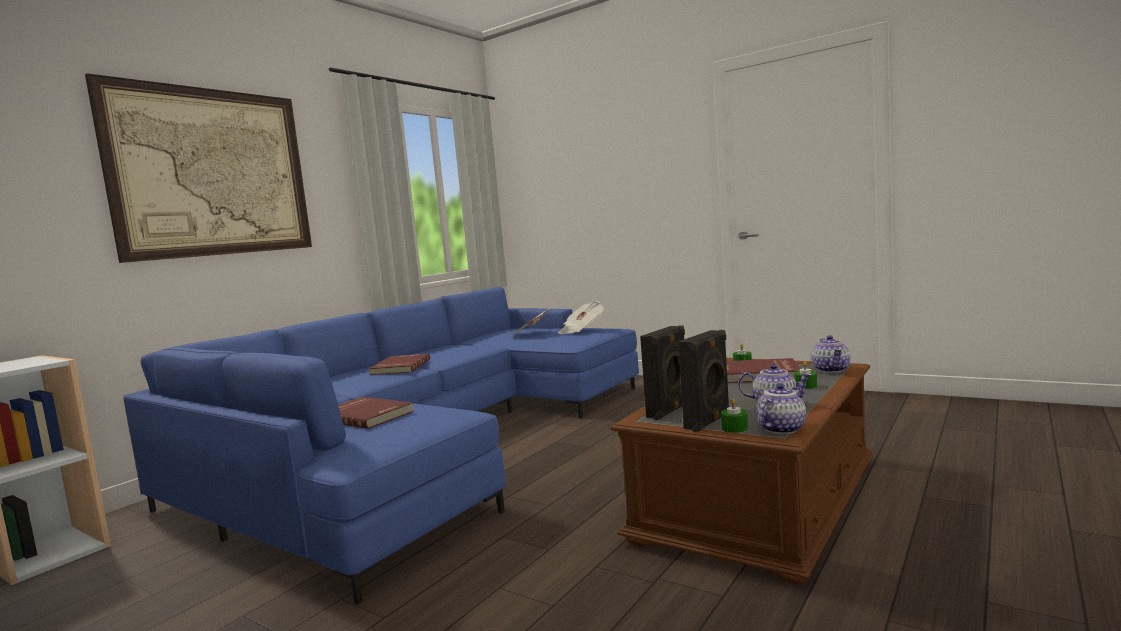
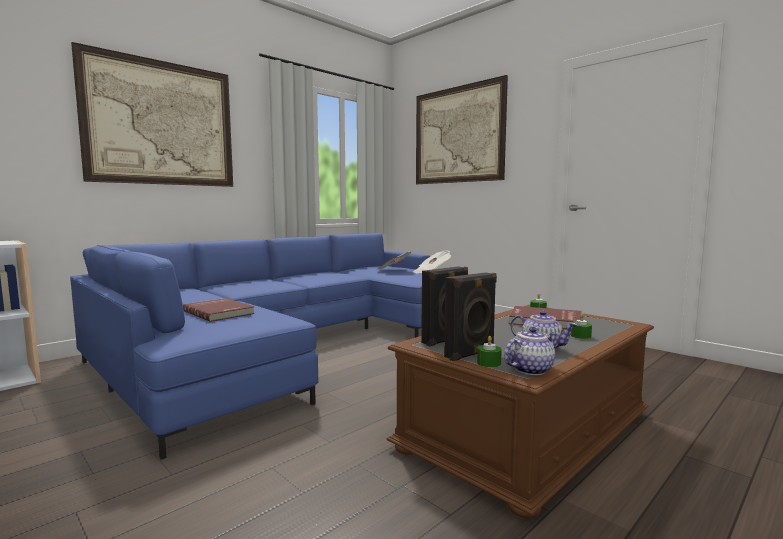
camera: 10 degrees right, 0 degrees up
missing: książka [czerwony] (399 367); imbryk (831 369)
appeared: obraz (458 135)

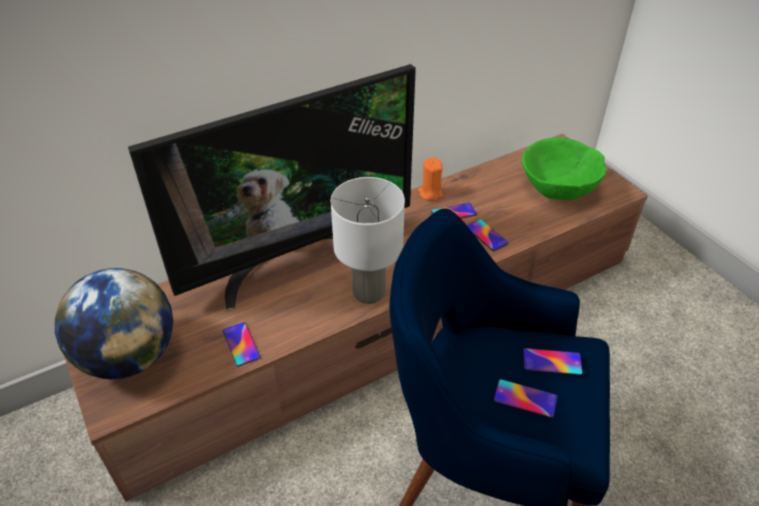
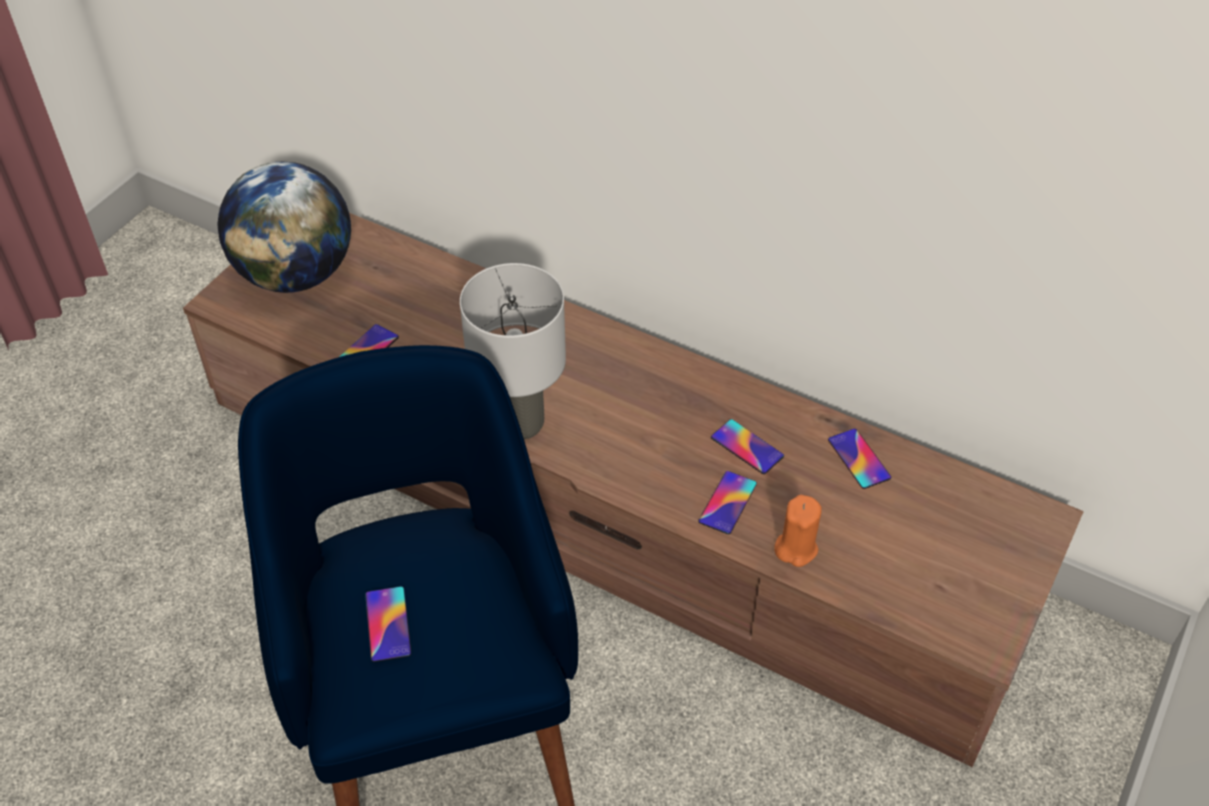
camera: 60 degrees right, 5 degrees up
missing: telewizor (296 257); miska [zielony] (558 187)
relocated: świeca [pomarańczowy] (430 193) to (796 548); telefon (552 362) to (859 459)

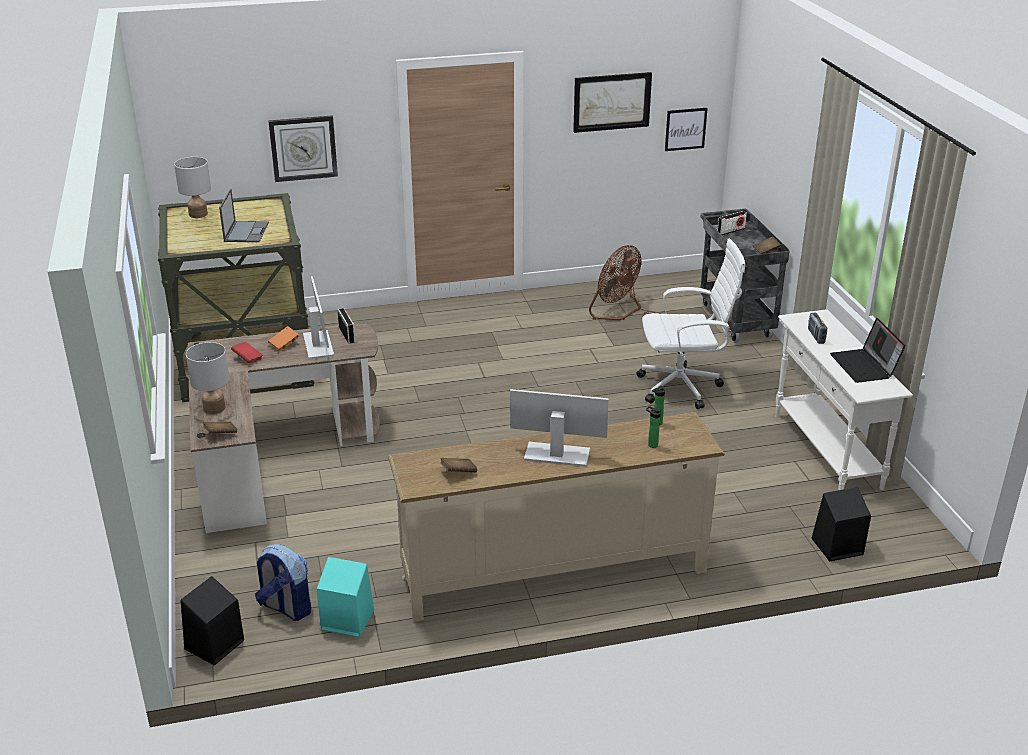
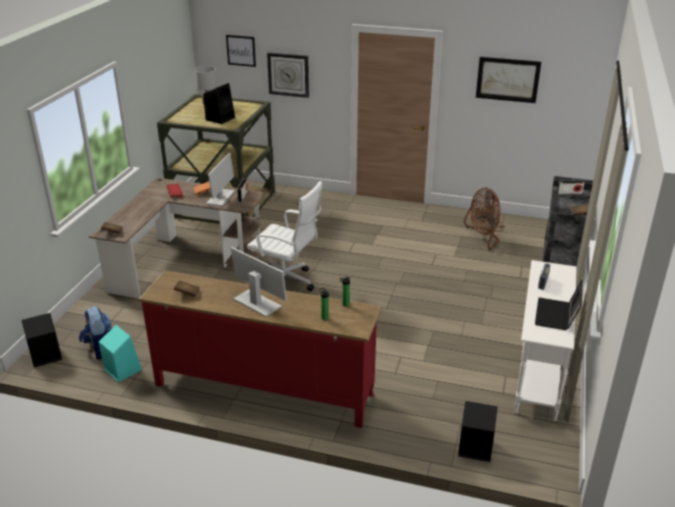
camera: 30 degrees right, 0 degrees up
missing: lampa stołowa [szary] (214 408)
relocated: obraz (685 129) to (241 50); krzesło biurowe [biały] (683 387) to (286 283)
exchanged: laptop (246 232) to głośnik [czarny] (220 118)
colour: szafka [beżowy] (553 573) to szafka [czerwony] (264 388)
spun: wentylator [brązowy] (624 311) = (485 235) 90 degrees counterclockwise

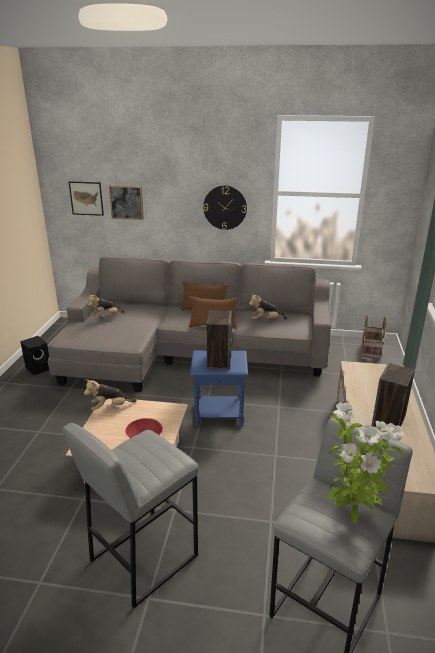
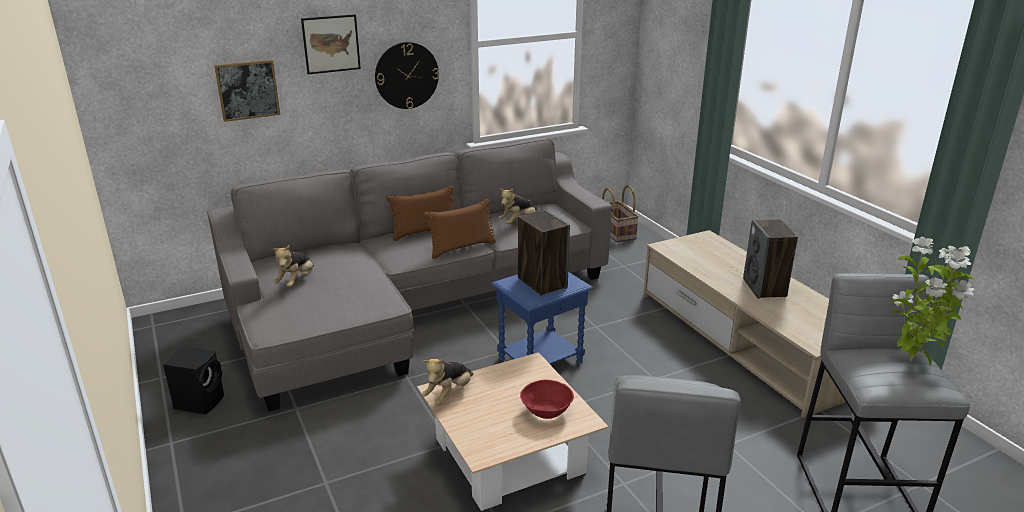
camera: 35 degrees left, 0 degrees up
relocated: obraz (86 198) to (331 44)

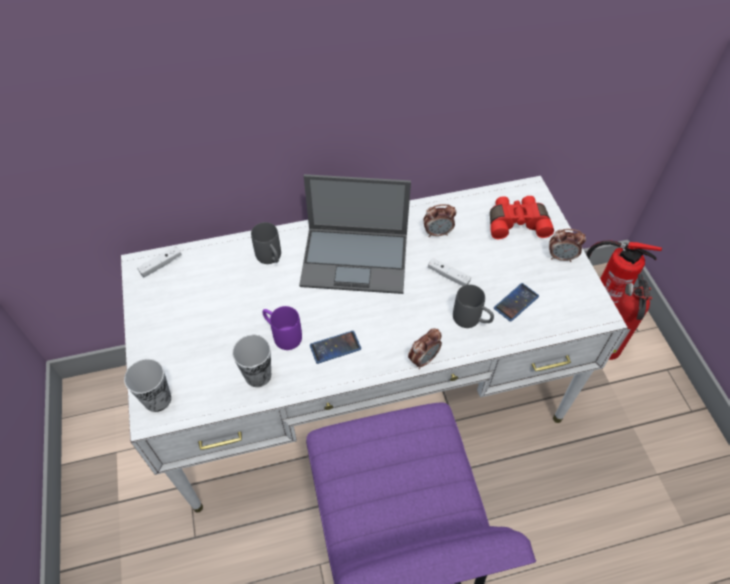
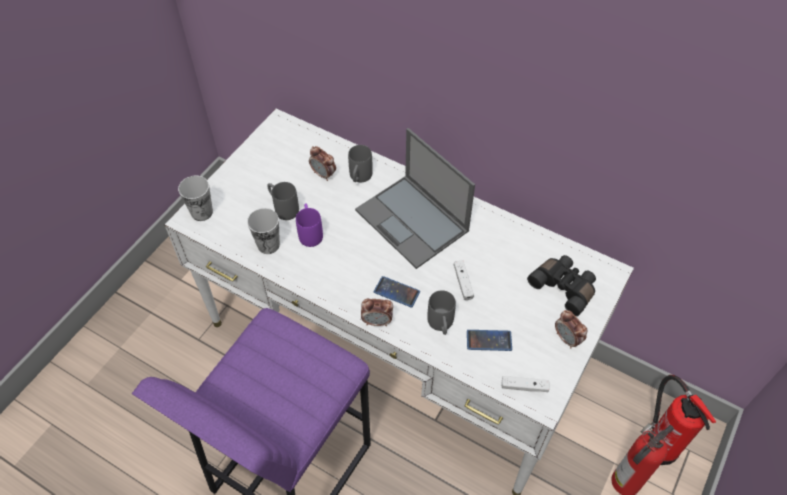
camera: 45 degrees right, 0 degrees up
appeared: kubek [szary] (283 208)
relocated: budzik (437 233) to (323 174); telefon (335 347) to (396 292); pad do gier [biały] (161 265) to (524 387)
colour: lornetka [czerwony] (516 223) to lornetka [czarny] (564 287)

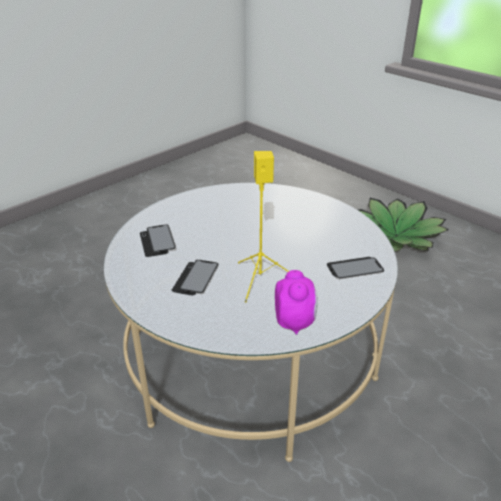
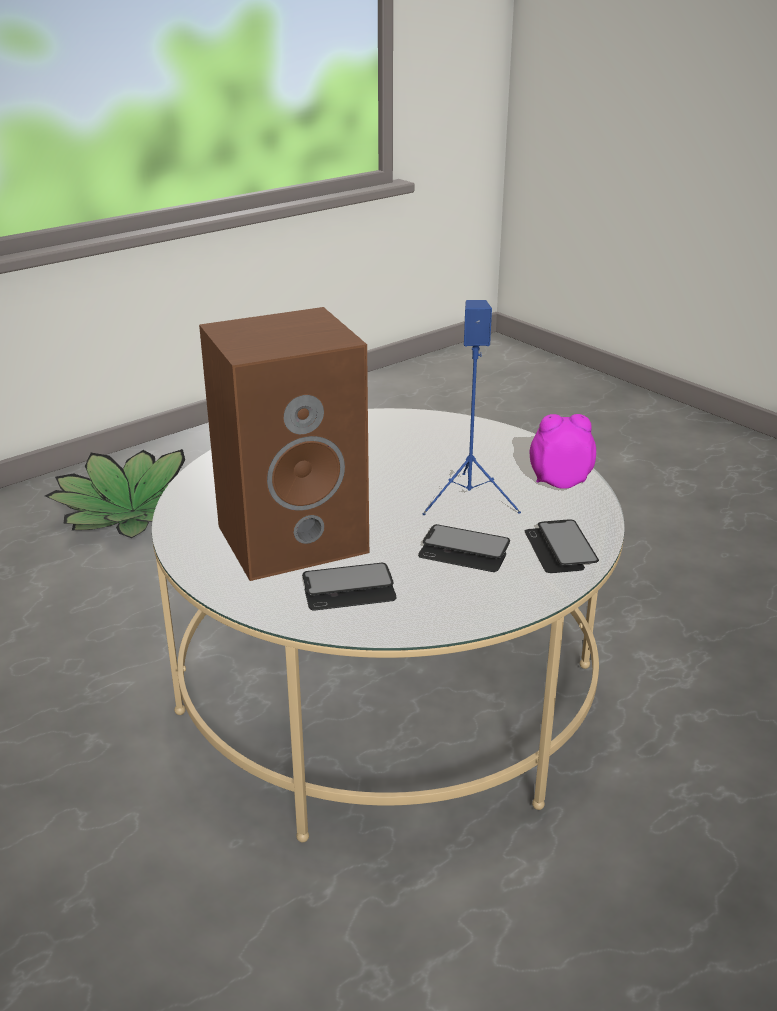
camera: 85 degrees left, 5 degrees down
appeared: głośnik [brązowy] (294 537)
relocated: telefon (354 269) to (560 549)
colour: głośnik [żółty] (260 280) to głośnik [niebieski] (470 499)

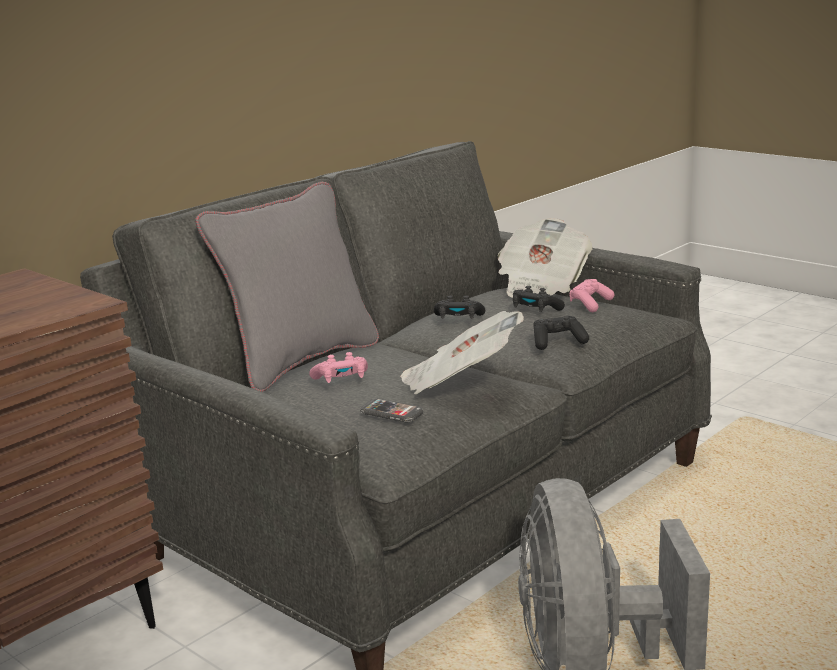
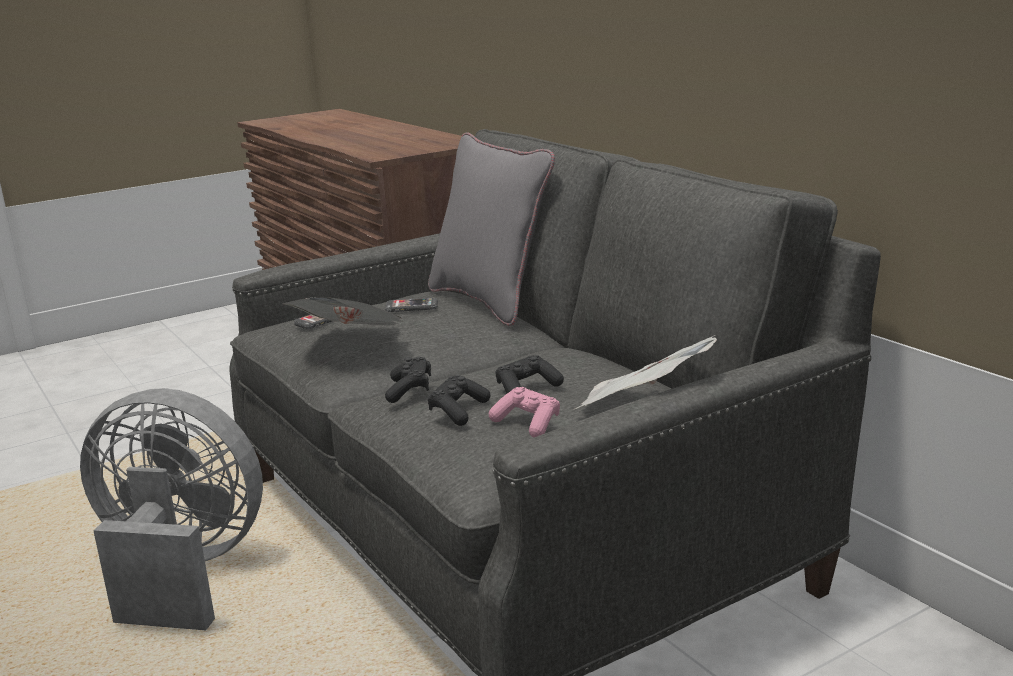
camera: 105 degrees right, 0 degrees up
relocated: pad do gier [czarny] (458 319) to (458 411)
exchanged: pad do gier [różowy] (341 380) to telefon (411 307)

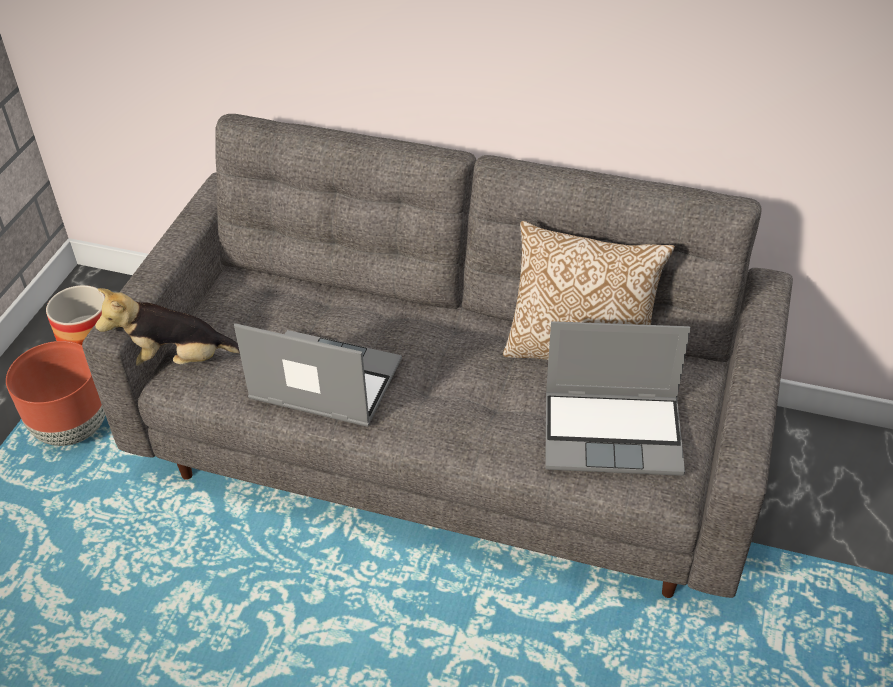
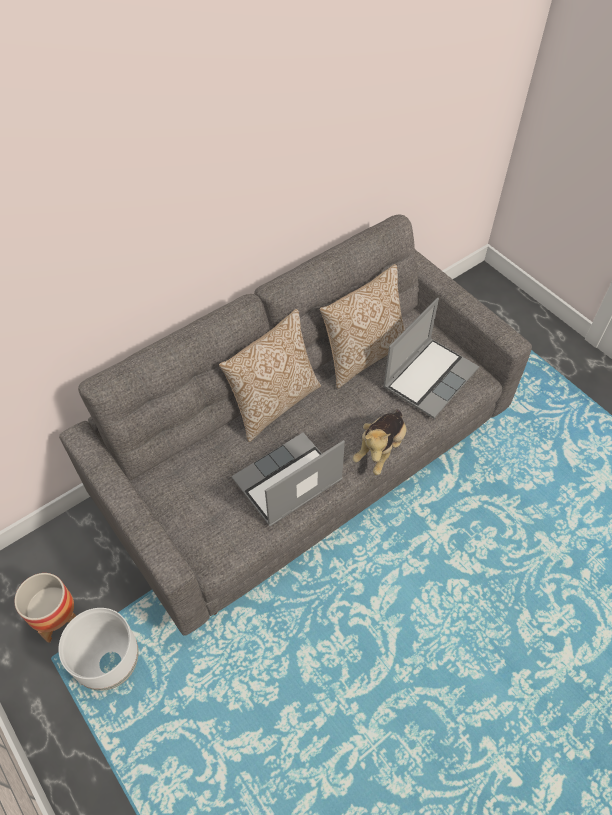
camera: 55 degrees left, 10 degrees up
appeared: poduszka (274 403)
relocated: pluszak (179 361) to (380 449)
colour: donica [brązowy] (72 428) to donica [biały] (110 663)

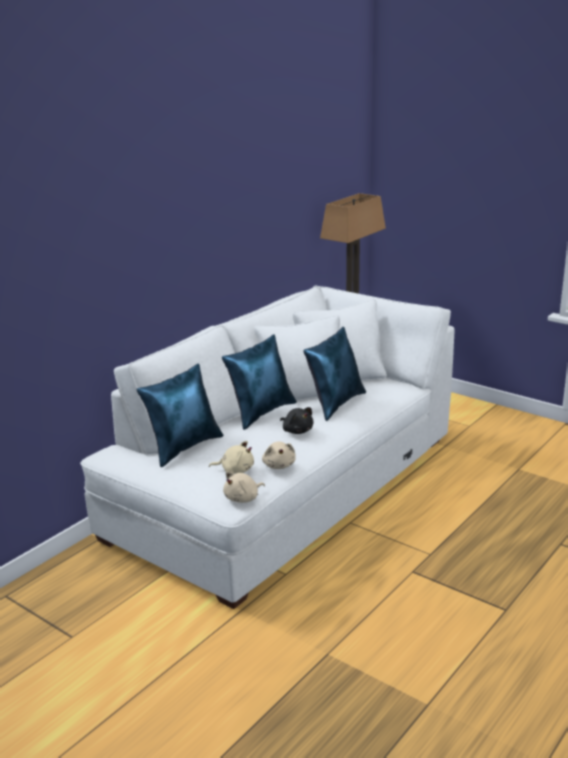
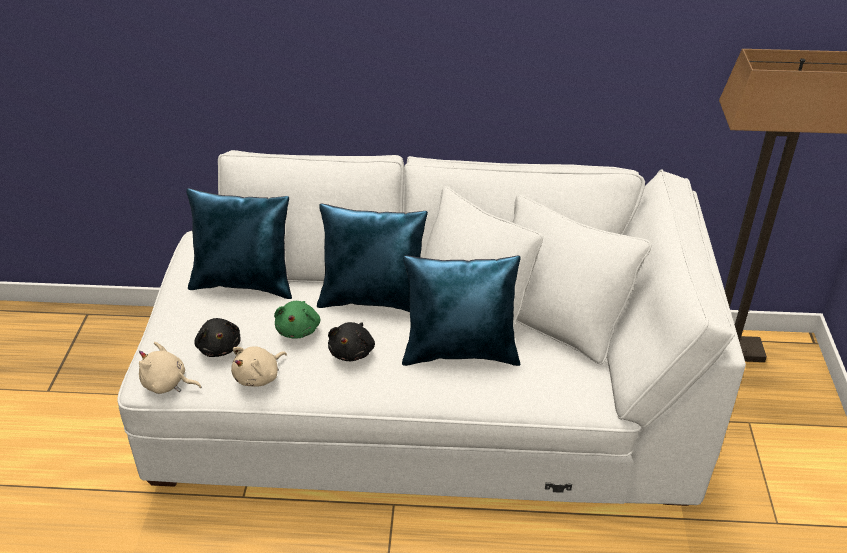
camera: 55 degrees right, 15 degrees up
appeared: pluszak [zielony] (299 329)
colour: pluszak [beżowy] (235 470) to pluszak [czarny] (219 347)

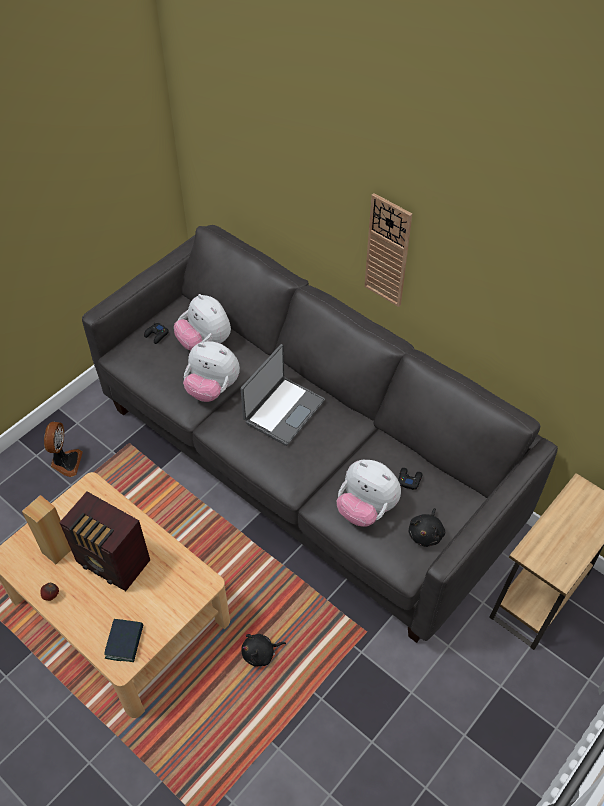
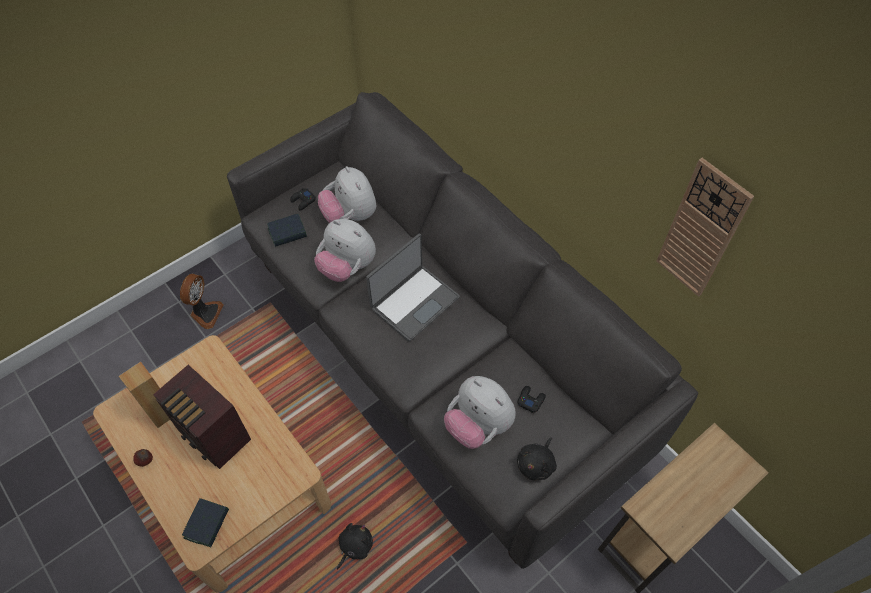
camera: 10 degrees right, 5 degrees up
appeared: książka (287 233)
relocated: zegar ścienny (388 251) to (701 230)
spun: pluszak [czarny] (260 653) = (354 546) 135 degrees clockwise

